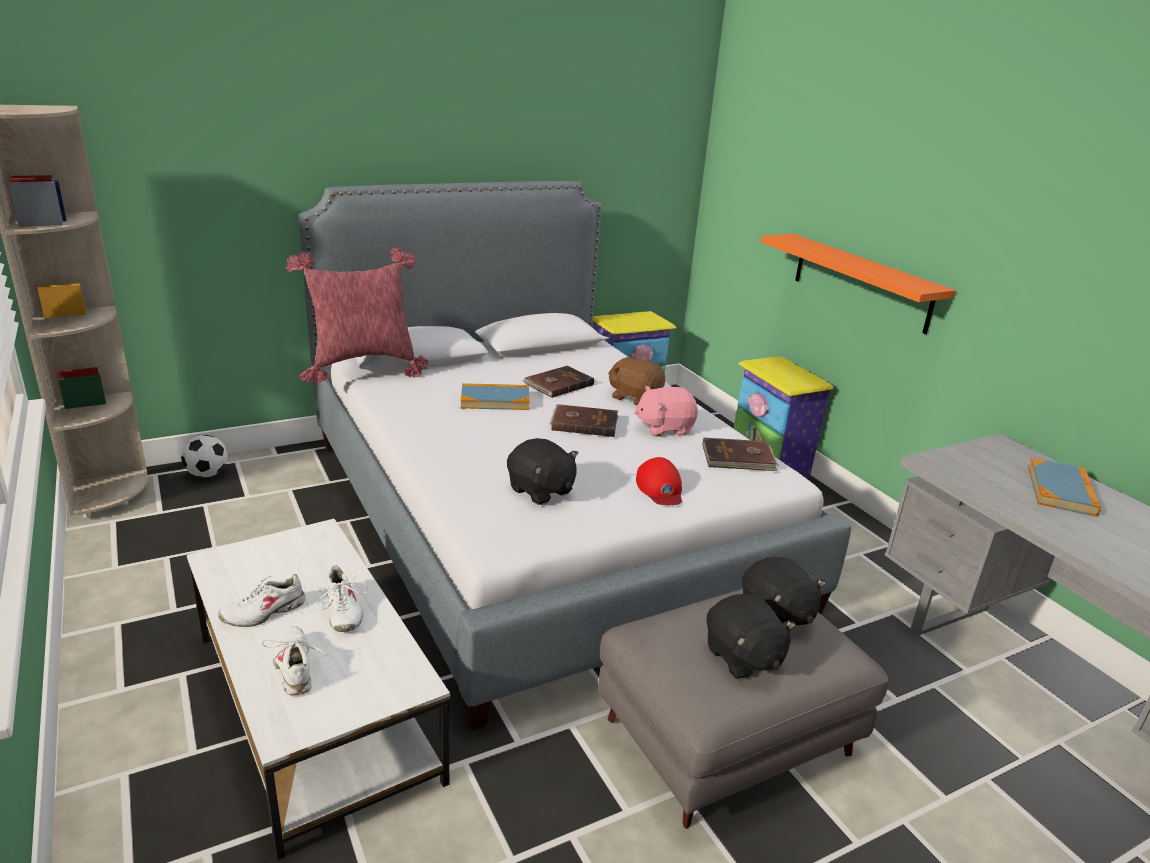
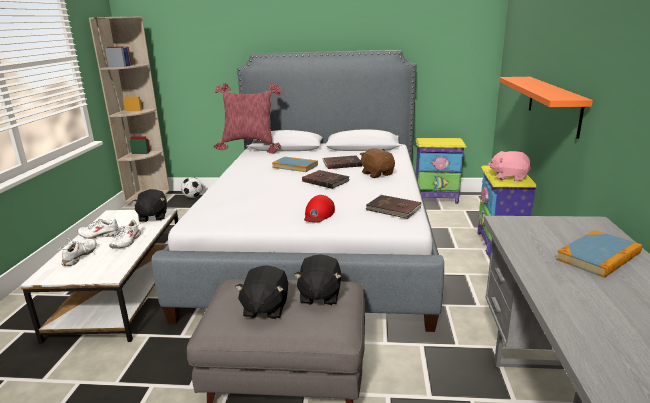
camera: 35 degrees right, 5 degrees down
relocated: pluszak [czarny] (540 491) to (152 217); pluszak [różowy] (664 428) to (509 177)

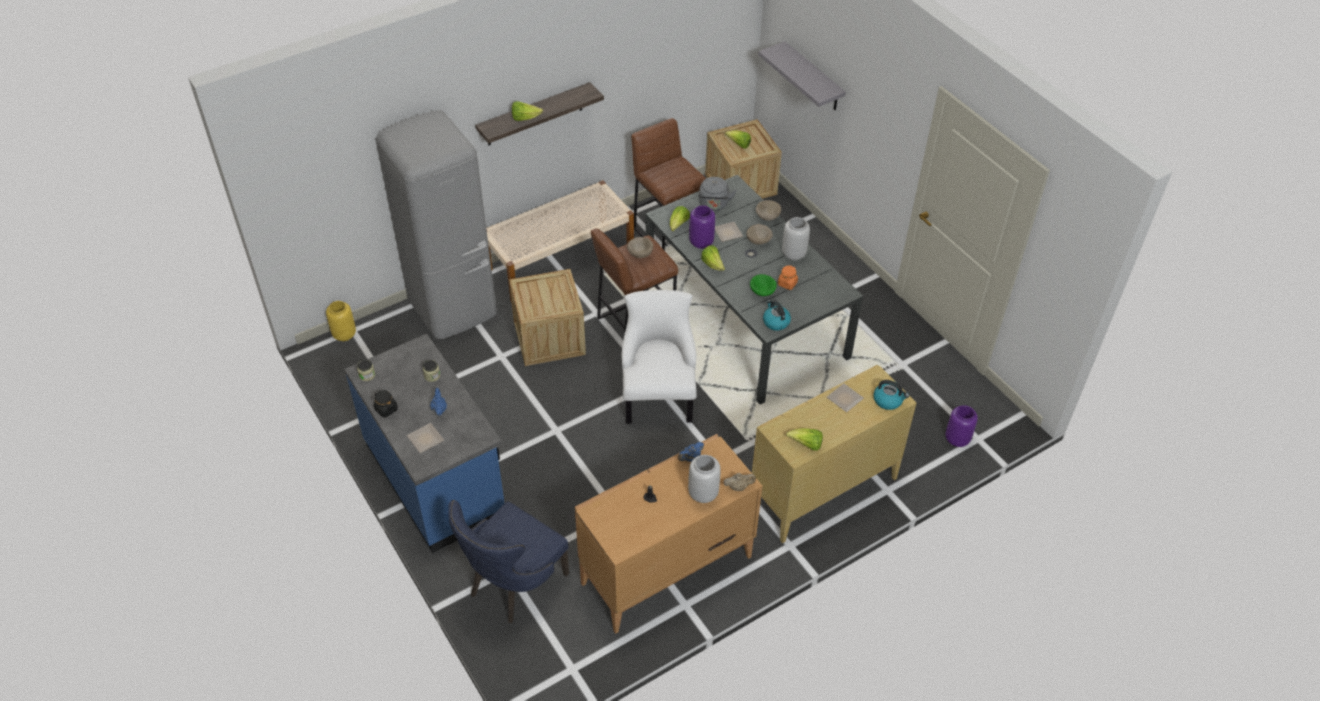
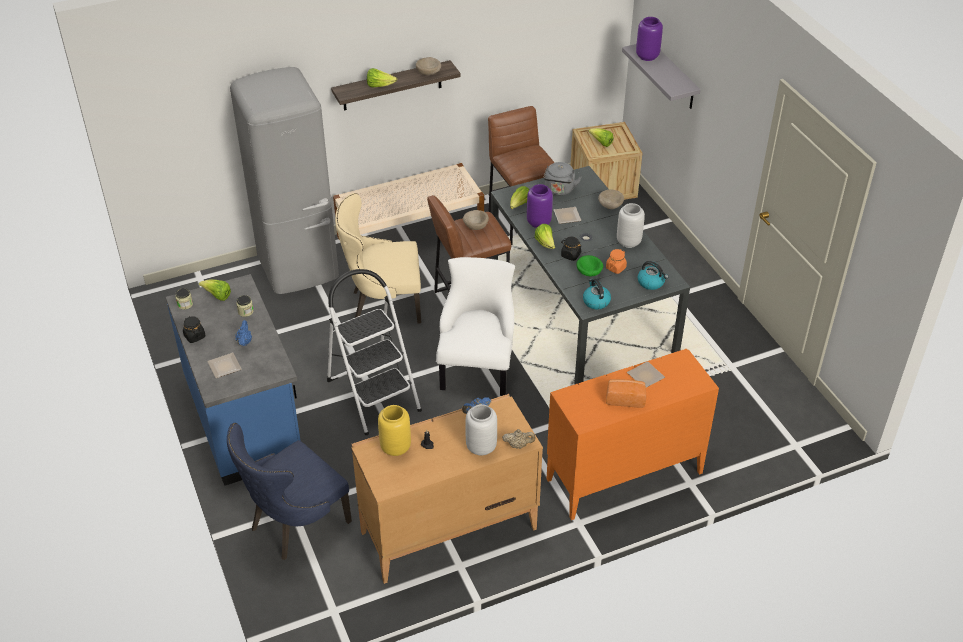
camera: 10 degrees right, 5 degrees down
appeared: drabinka (373 394); słoik [czarny] (570 255); chleb (625 399)
relocated: sałata (806 445) to (217 296); wazon [żółty] (345 335) to (396 448); miska [beżowy] (759 241) to (429 73); wazon [fioletowy] (956 439) to (646 56); czajnik (888 400) to (651 282)
exchanged: skrzynka (549 338) to krzesło [beżowy] (383 304)
colour: komoda [beżowy] (821 490) to komoda [pomarańczowy] (622 475)

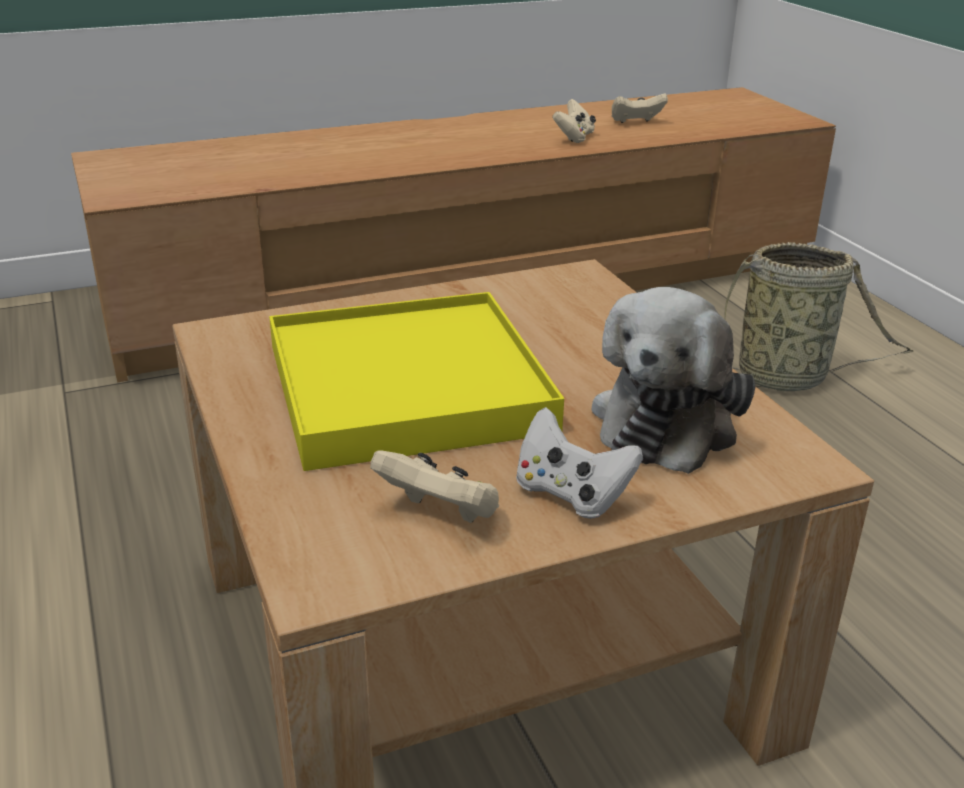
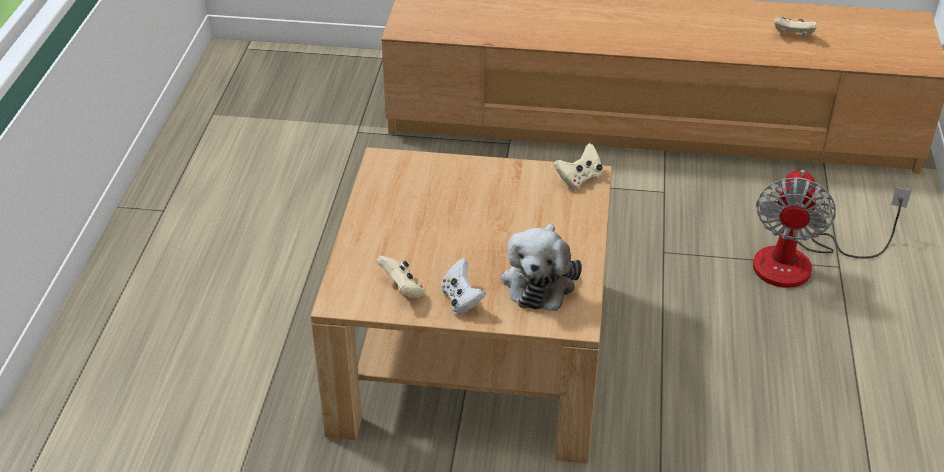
camera: 30 degrees right, 10 degrees up
missing: taca [żółty] (408 388)
relocated: pad do gier [beżowy] (574 138) to (579 179)
exchanged: koszyk (787 378) to wentylator (801 262)
spun: pluszak (668 421) = (539 280) 45 degrees counterclockwise

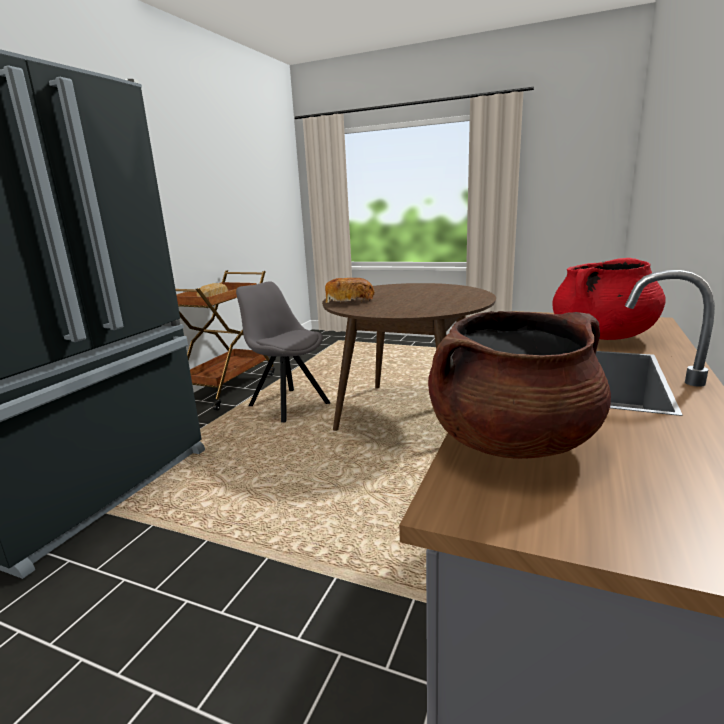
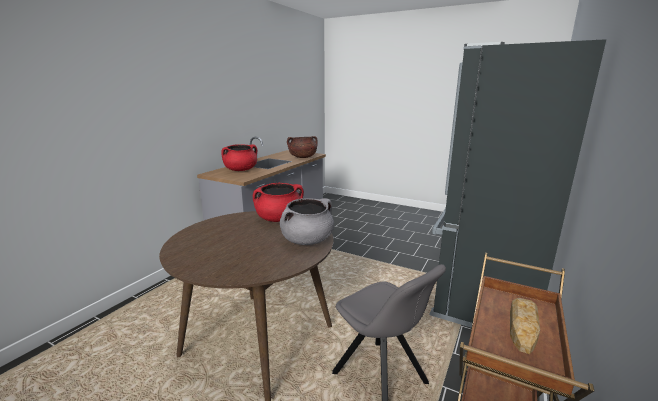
camera: 175 degrees left, 0 degrees up
appeared: garnek [czerwony] (279 219)
exchanged: chleb (348 300) to garnek [szary] (307 240)

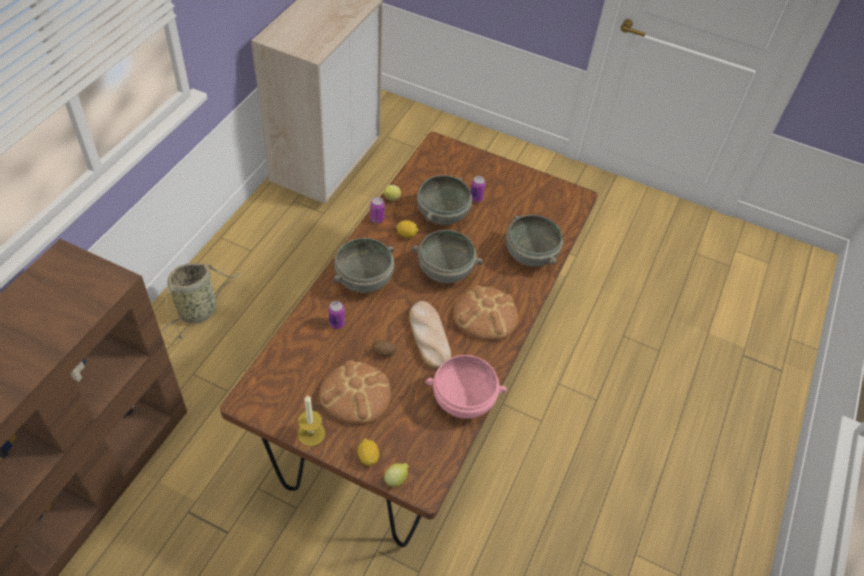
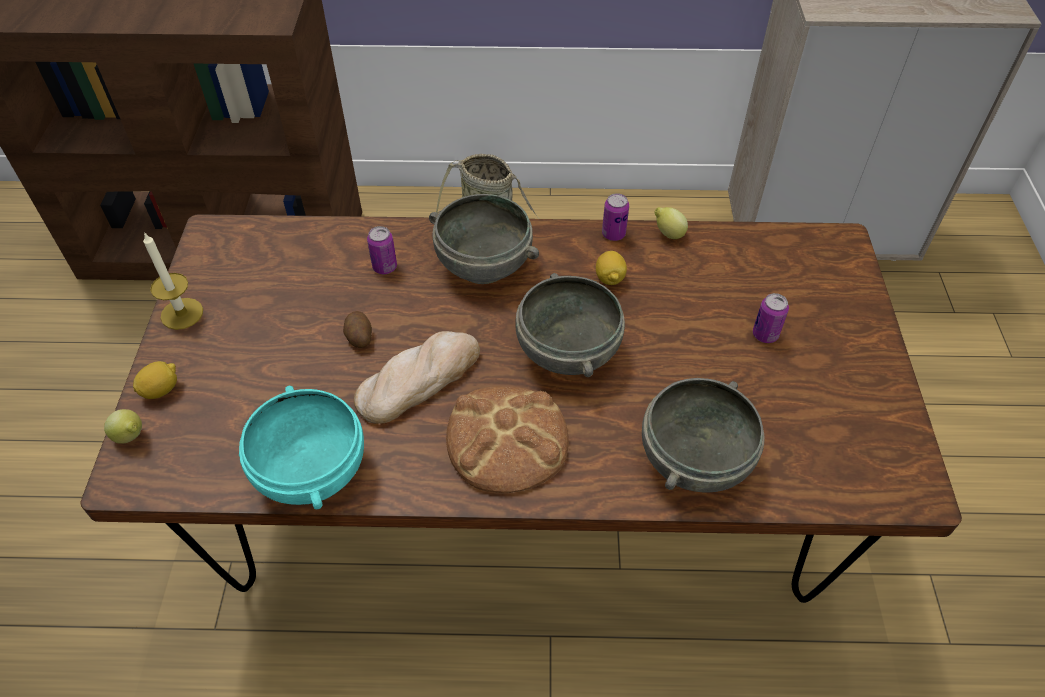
camera: 70 degrees right, 0 degrees up
missing: chleb (355 394); miska [szary] (442 214)
colour: miska [różowy] (463 401) to miska [turkusowy] (310 471)

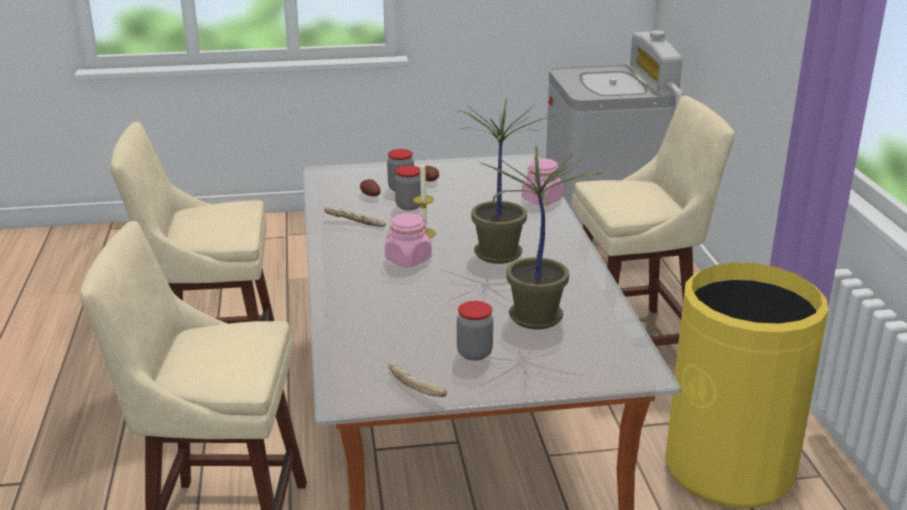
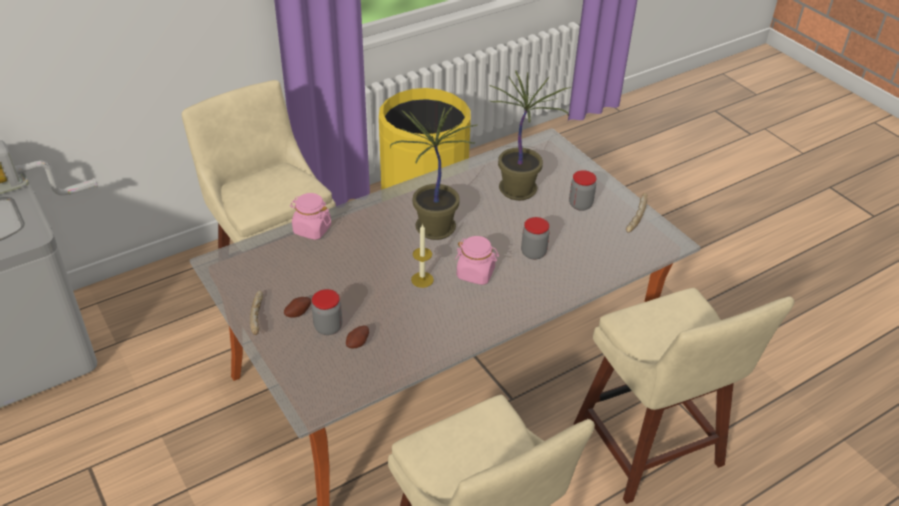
camera: 115 degrees left, 15 degrees up
relocated: chleb (355 223) to (258 317); słoik (409 206) to (533 253)

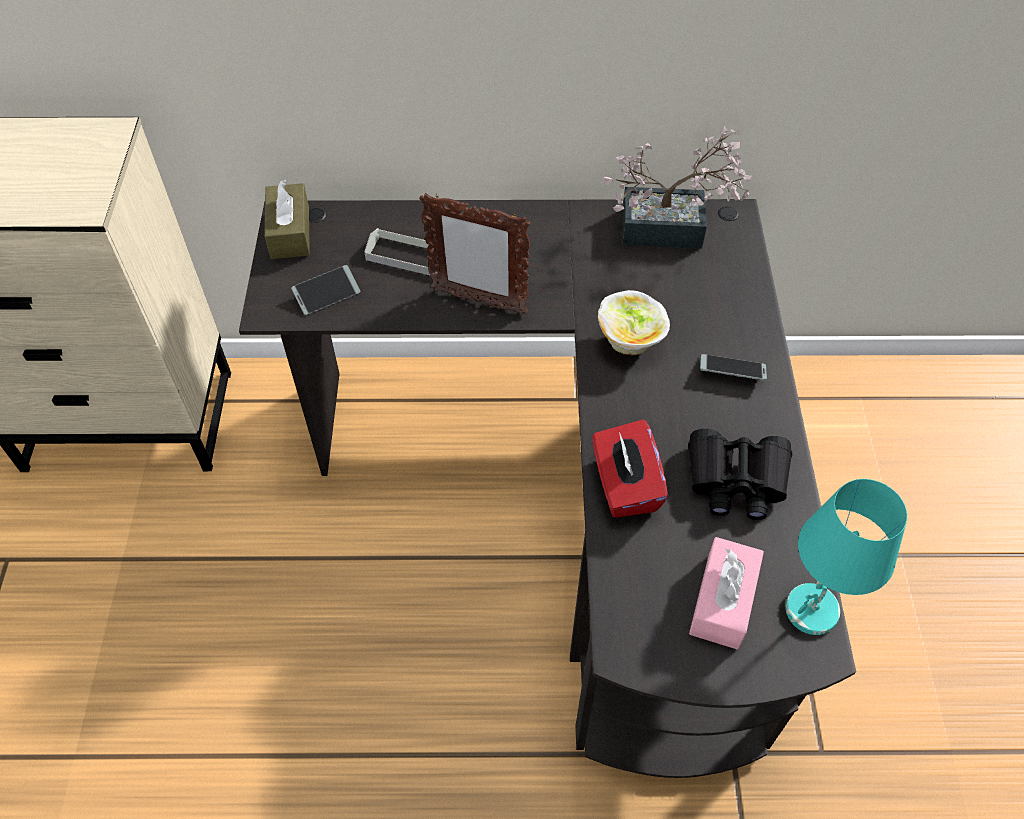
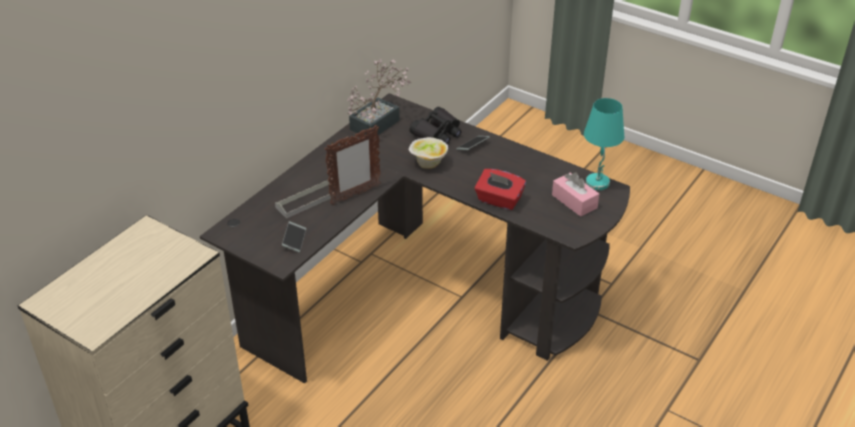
camera: 55 degrees left, 15 degrees down
missing: pudełko chusteczek [brązowy] (290 232)
relocated: lornetka [czarny] (736 480) to (437 133)

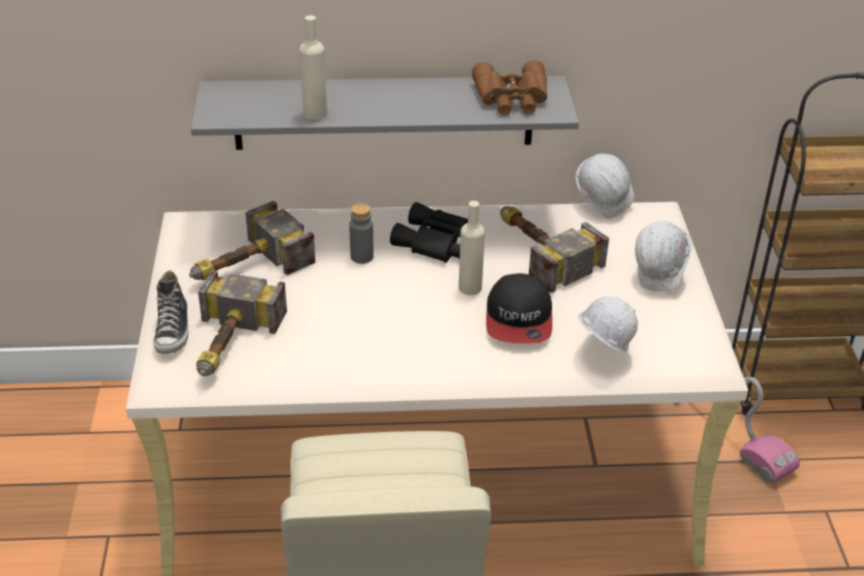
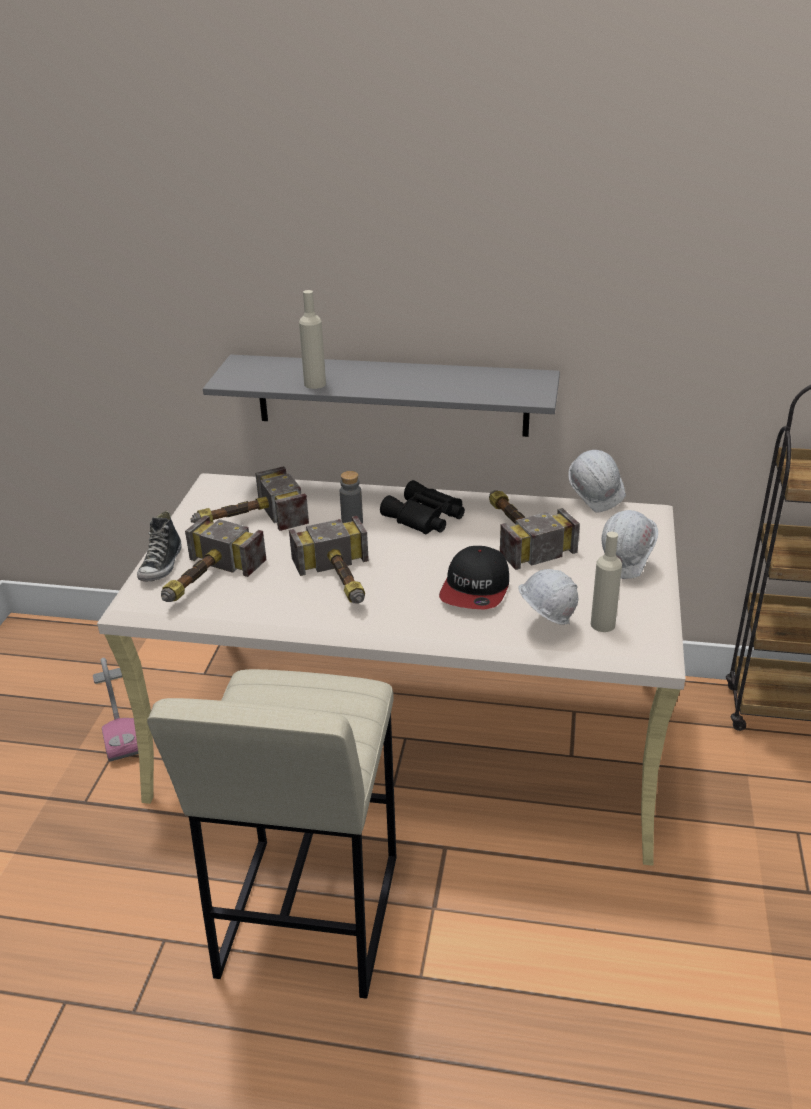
camera: 15 degrees right, 5 degrees down
missing: lornetka [brązowy] (512 98)
appeared: młotek (342 582)
relocated: odkurzacz (729 434) to (116 715); butelka [beżowy] (470 287) to (602 624)

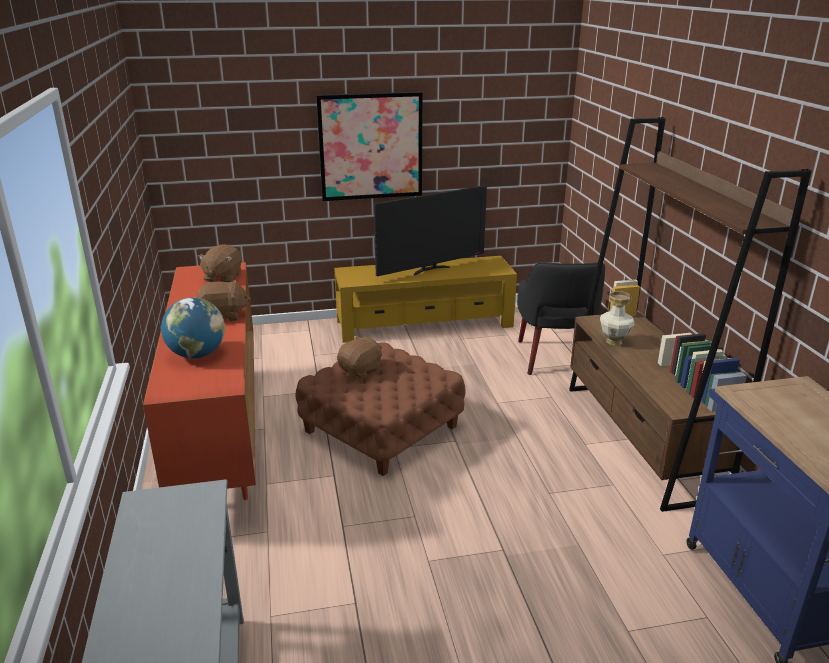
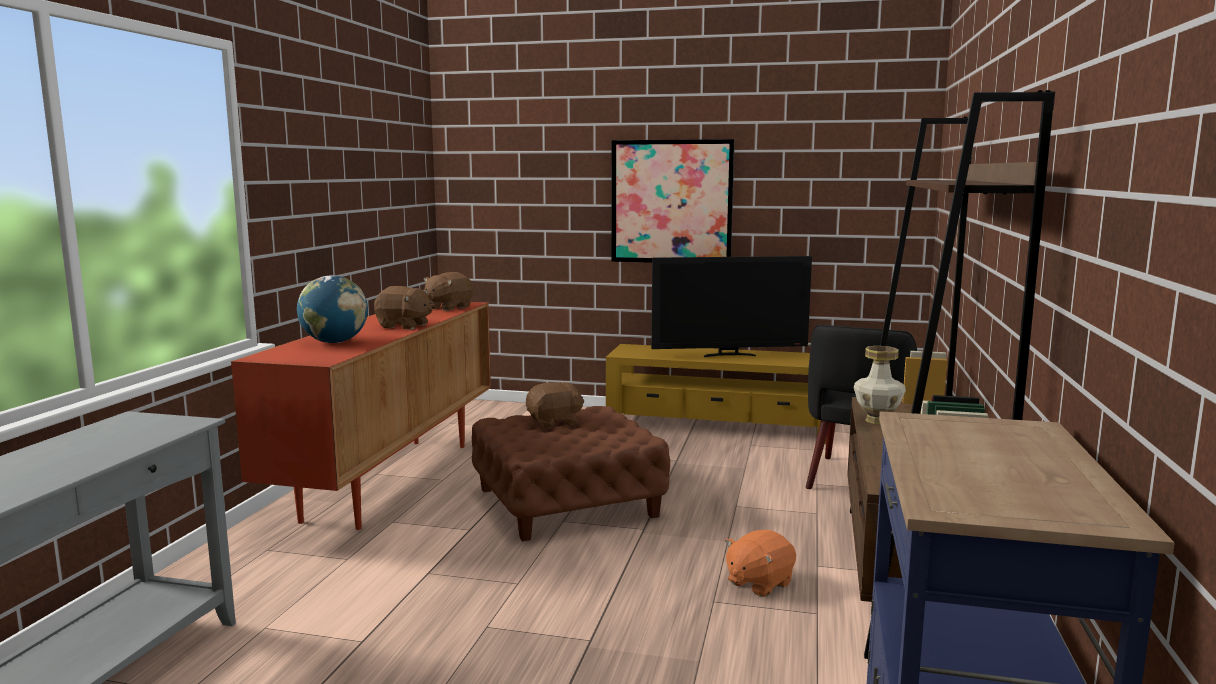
camera: 25 degrees right, 15 degrees down
appeared: pluszak [pomarańczowy] (758 583)

